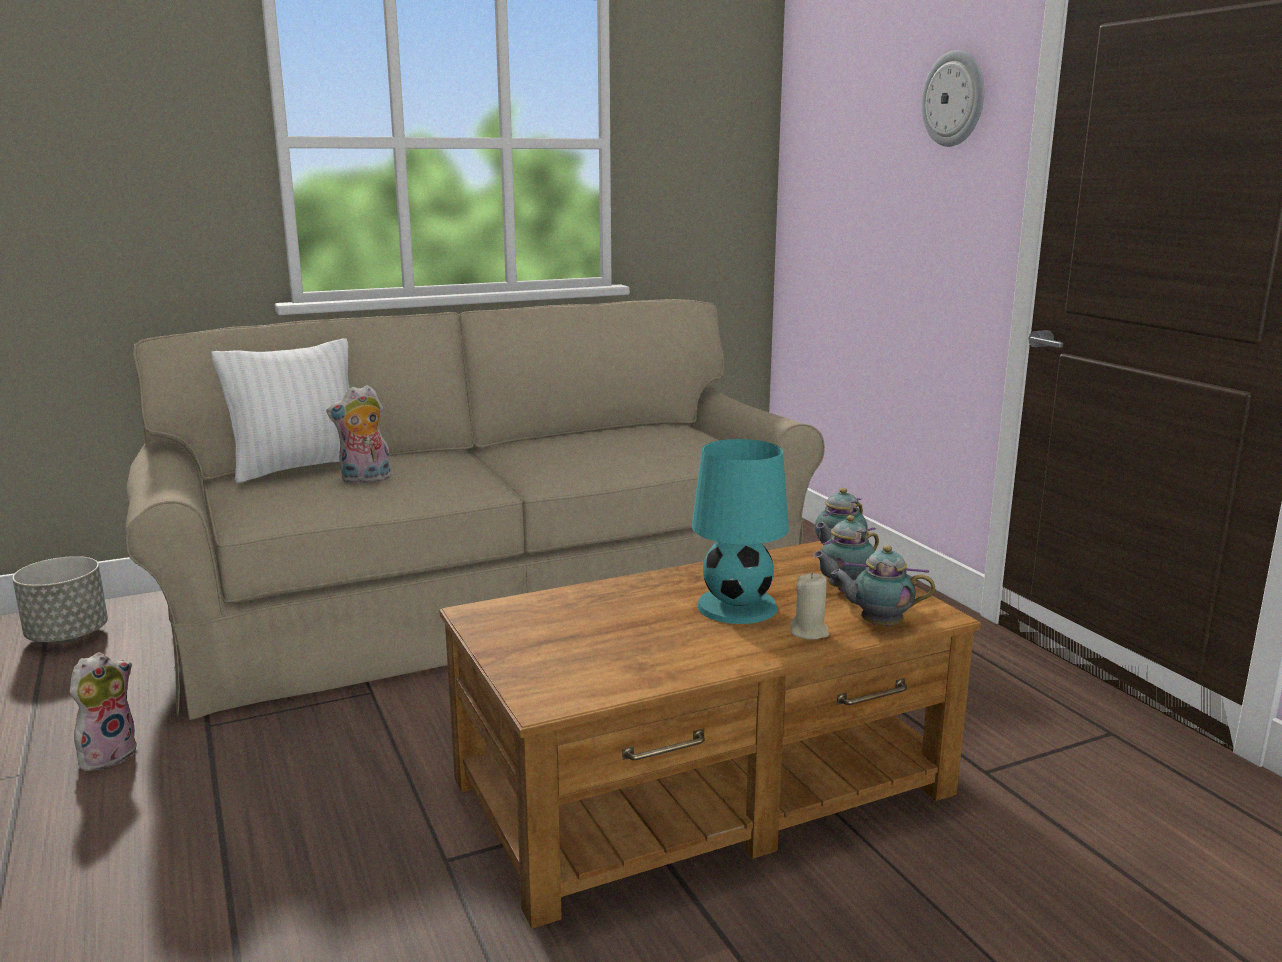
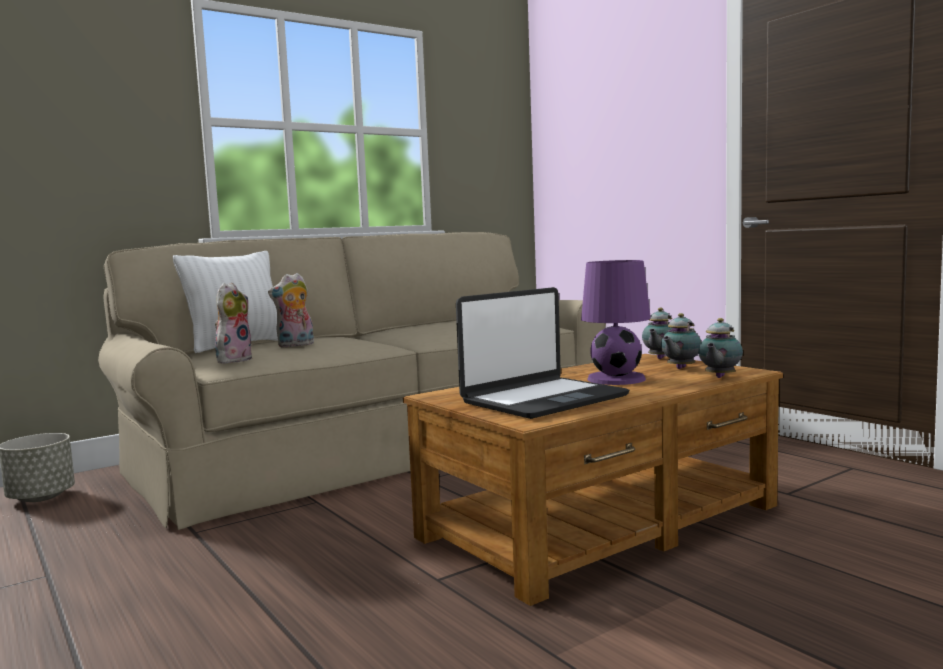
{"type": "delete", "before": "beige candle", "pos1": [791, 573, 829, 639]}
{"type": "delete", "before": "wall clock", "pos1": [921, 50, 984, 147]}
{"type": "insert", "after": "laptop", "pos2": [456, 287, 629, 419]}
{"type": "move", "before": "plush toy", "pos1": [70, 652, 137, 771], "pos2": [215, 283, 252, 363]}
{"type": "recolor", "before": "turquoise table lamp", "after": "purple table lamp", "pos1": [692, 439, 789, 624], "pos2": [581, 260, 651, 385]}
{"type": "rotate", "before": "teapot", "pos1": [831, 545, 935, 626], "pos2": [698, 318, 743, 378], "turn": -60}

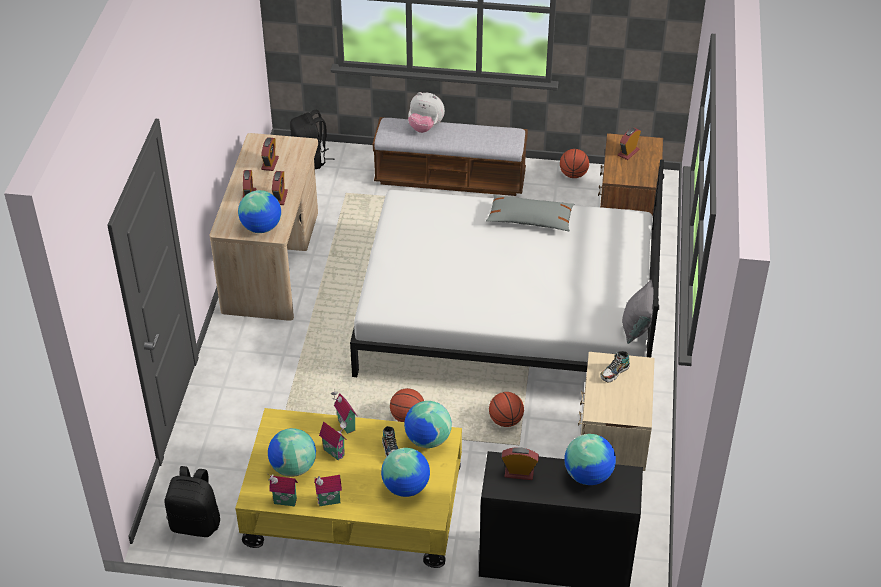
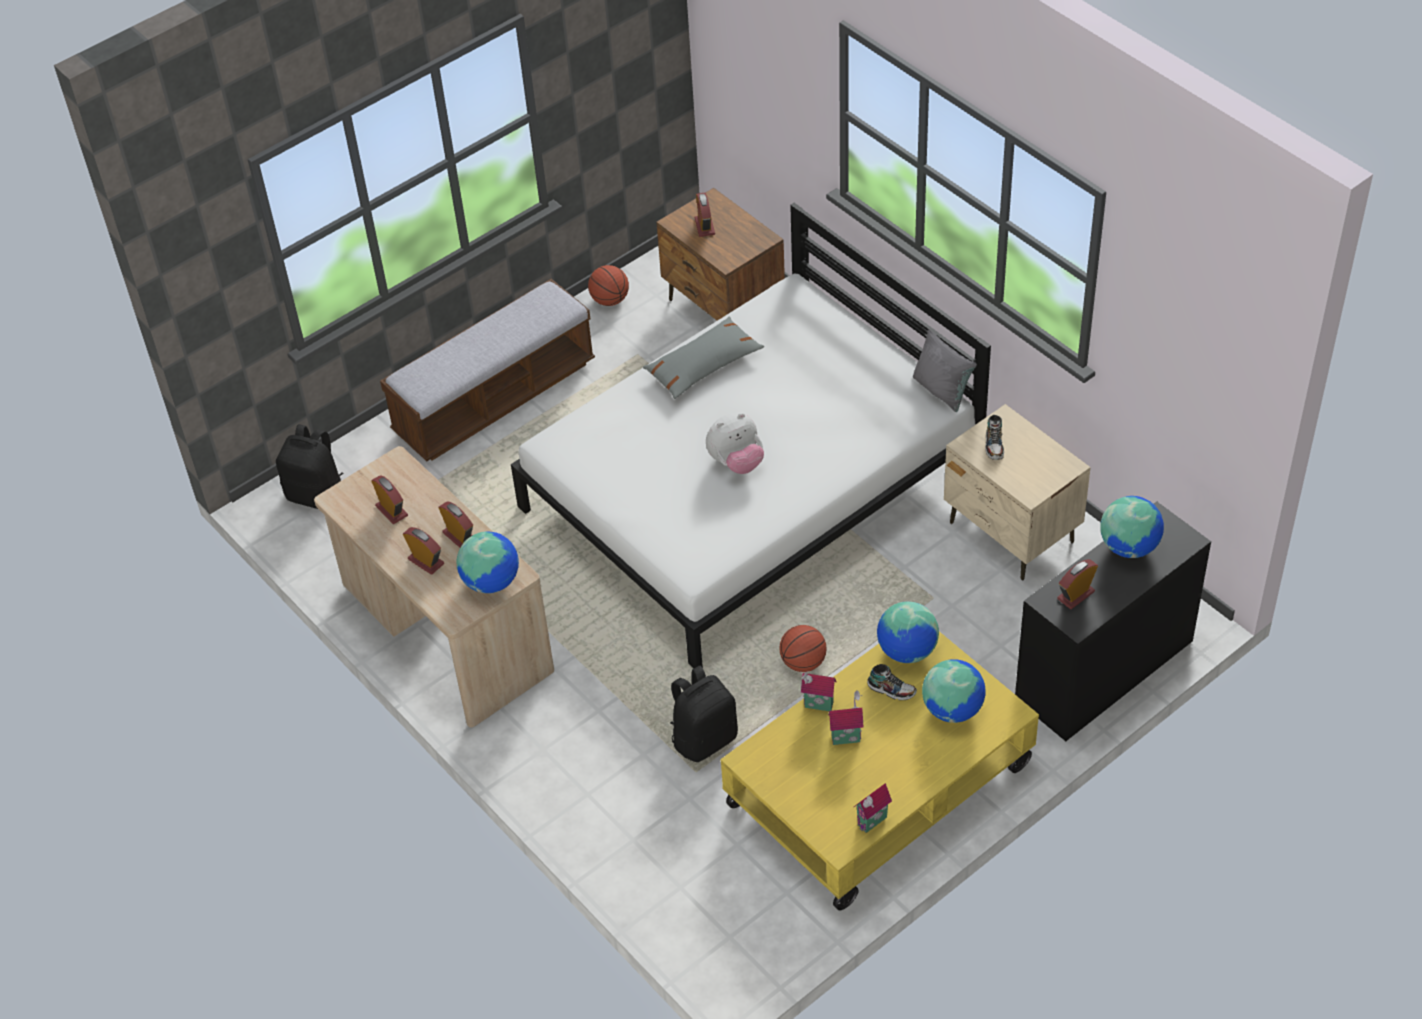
{"type": "delete", "before": "globe", "pos1": [268, 428, 316, 477]}
{"type": "delete", "before": "toy house", "pos1": [314, 475, 342, 506]}
{"type": "delete", "before": "basketball", "pos1": [489, 392, 524, 427]}
{"type": "move", "before": "black backpack", "pos1": [164, 466, 220, 537], "pos2": [670, 666, 738, 762]}
{"type": "move", "before": "plush toy", "pos1": [408, 92, 445, 133], "pos2": [706, 413, 764, 474]}

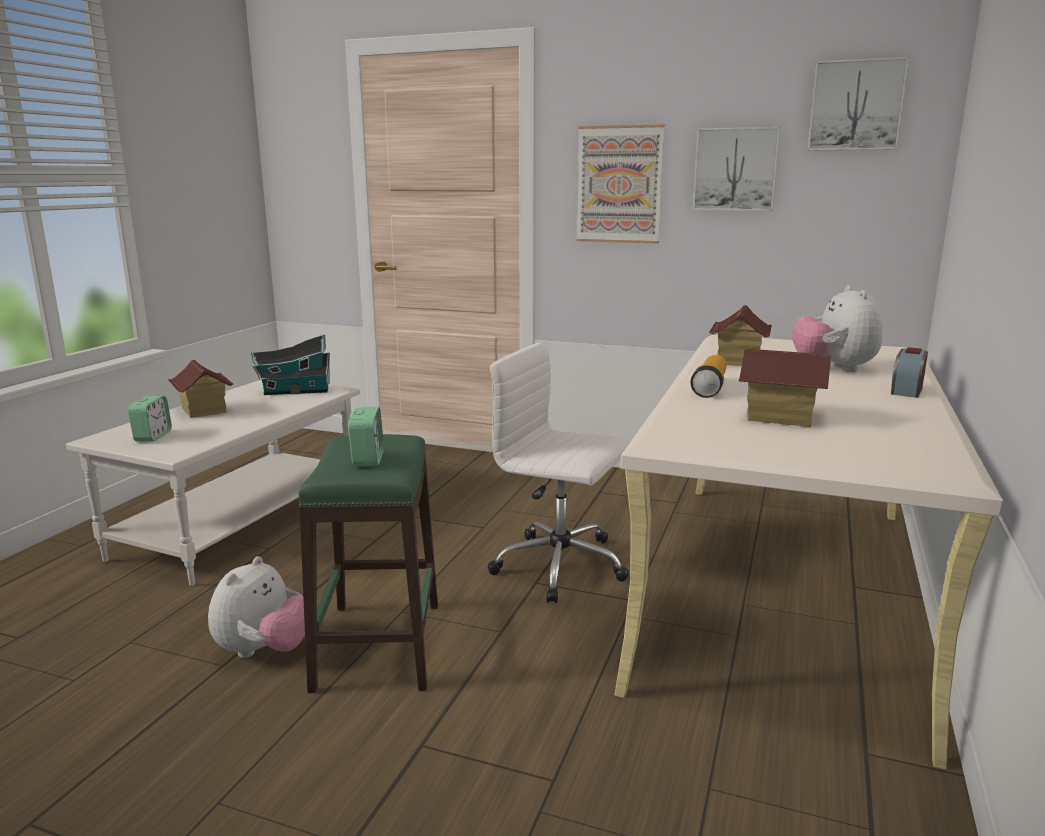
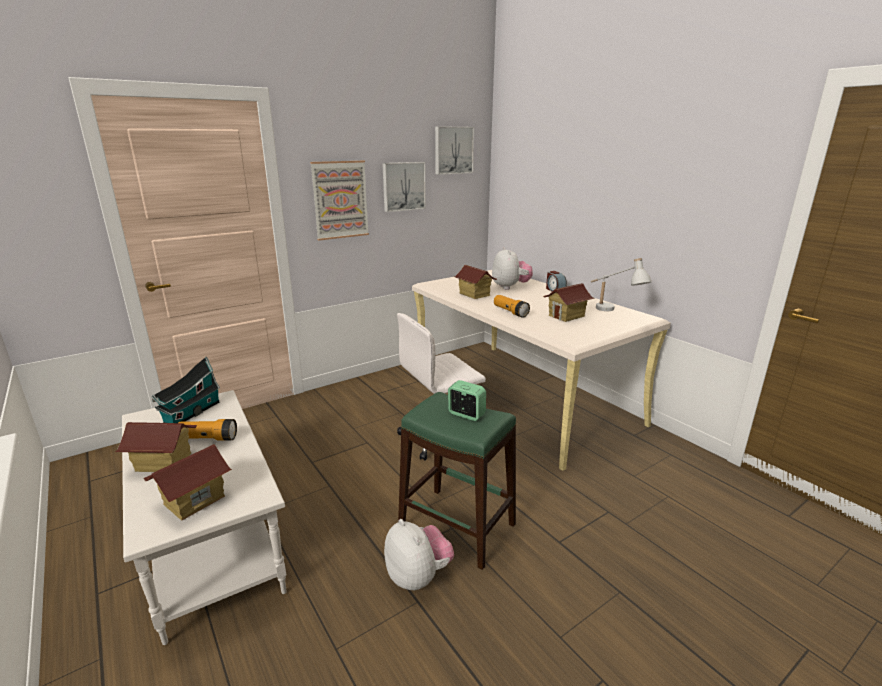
{"type": "insert", "after": "flashlight", "pos2": [178, 419, 237, 441]}
{"type": "insert", "after": "white table lamp", "pos2": [591, 258, 651, 311]}
{"type": "replace", "before": "alarm clock", "after": "toy house", "pos1": [128, 396, 172, 442], "pos2": [143, 444, 232, 521]}
{"type": "rotate", "before": "plush toy", "pos1": [792, 285, 883, 372], "pos2": [492, 247, 533, 290], "turn": -135}

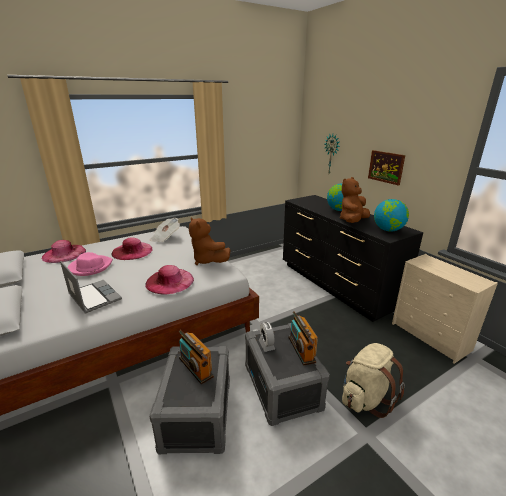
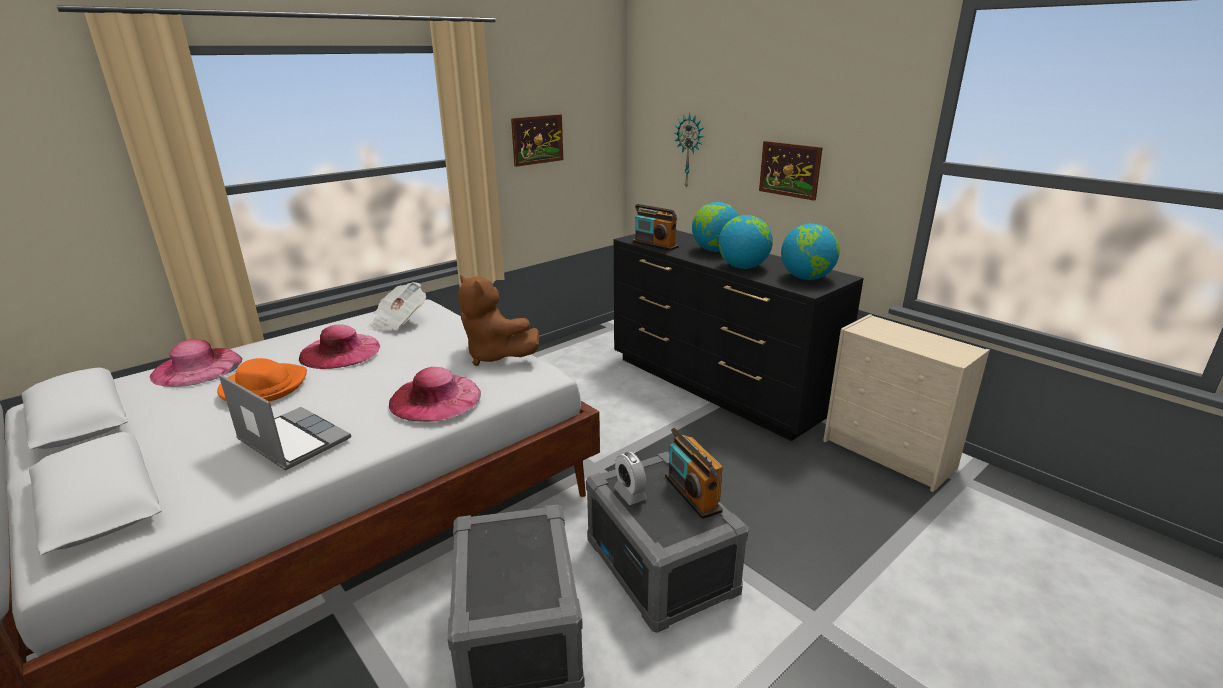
{"type": "delete", "before": "beige backpack", "pos1": [342, 343, 405, 418]}
{"type": "insert", "after": "picture", "pos2": [511, 114, 563, 167]}
{"type": "move", "before": "radio", "pos1": [179, 330, 214, 384], "pos2": [633, 204, 679, 251]}
{"type": "replace", "before": "brown plush toy", "after": "globe", "pos1": [340, 177, 370, 223], "pos2": [718, 215, 773, 269]}
{"type": "recolor", "before": "pink hat", "after": "orange hat", "pos1": [68, 252, 113, 276], "pos2": [217, 358, 307, 402]}

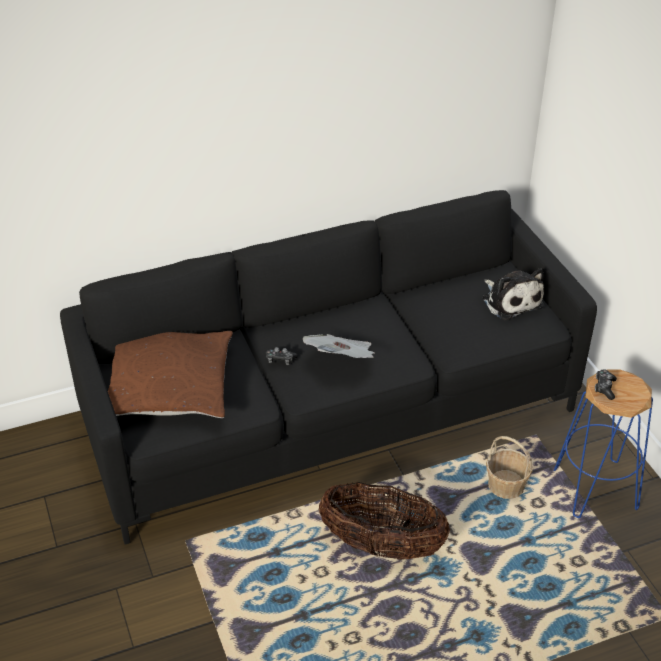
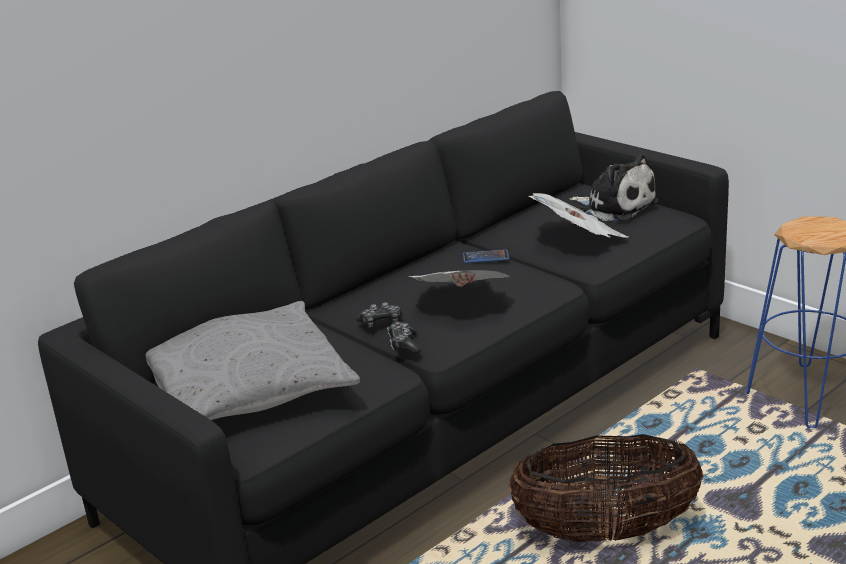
{"type": "delete", "before": "basket", "pos1": [486, 436, 533, 499]}
{"type": "insert", "after": "phone", "pos2": [463, 249, 510, 263]}
{"type": "insert", "after": "newspaper", "pos2": [528, 193, 629, 238]}
{"type": "move", "before": "game controller", "pos1": [595, 369, 617, 400], "pos2": [387, 322, 421, 354]}
{"type": "recolor", "before": "brown pillow", "after": "grey pillow", "pos1": [108, 331, 233, 418], "pos2": [146, 301, 360, 420]}

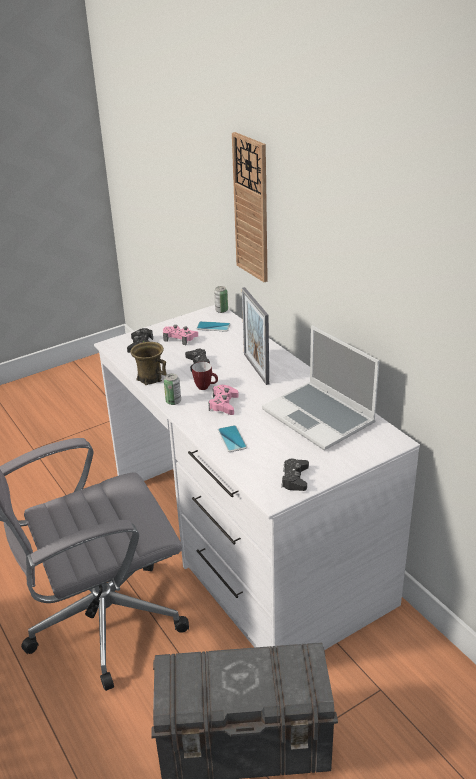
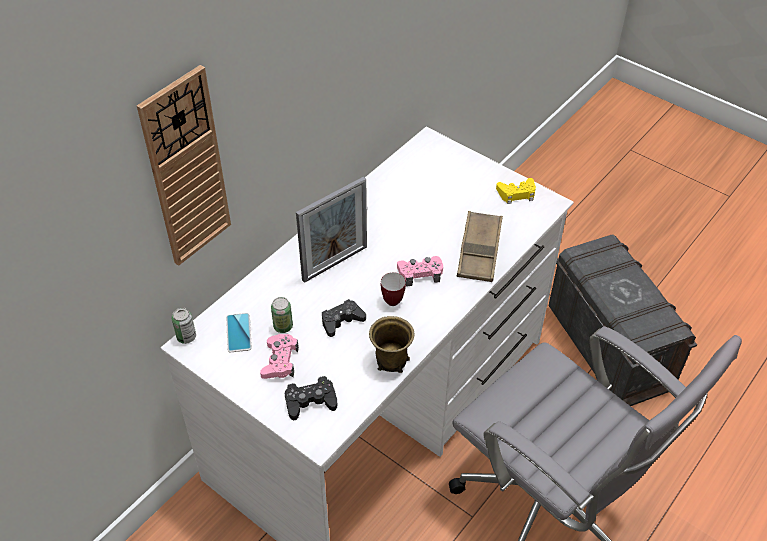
{"type": "delete", "before": "laptop", "pos1": [262, 326, 379, 450]}
{"type": "move", "before": "can", "pos1": [164, 373, 181, 405], "pos2": [271, 297, 293, 333]}
{"type": "replace", "before": "phone", "after": "brown tray", "pos1": [218, 425, 247, 452], "pos2": [457, 211, 503, 282]}
{"type": "recolor", "before": "black game controller", "after": "yellow game controller", "pos1": [281, 459, 309, 491], "pos2": [496, 178, 536, 204]}

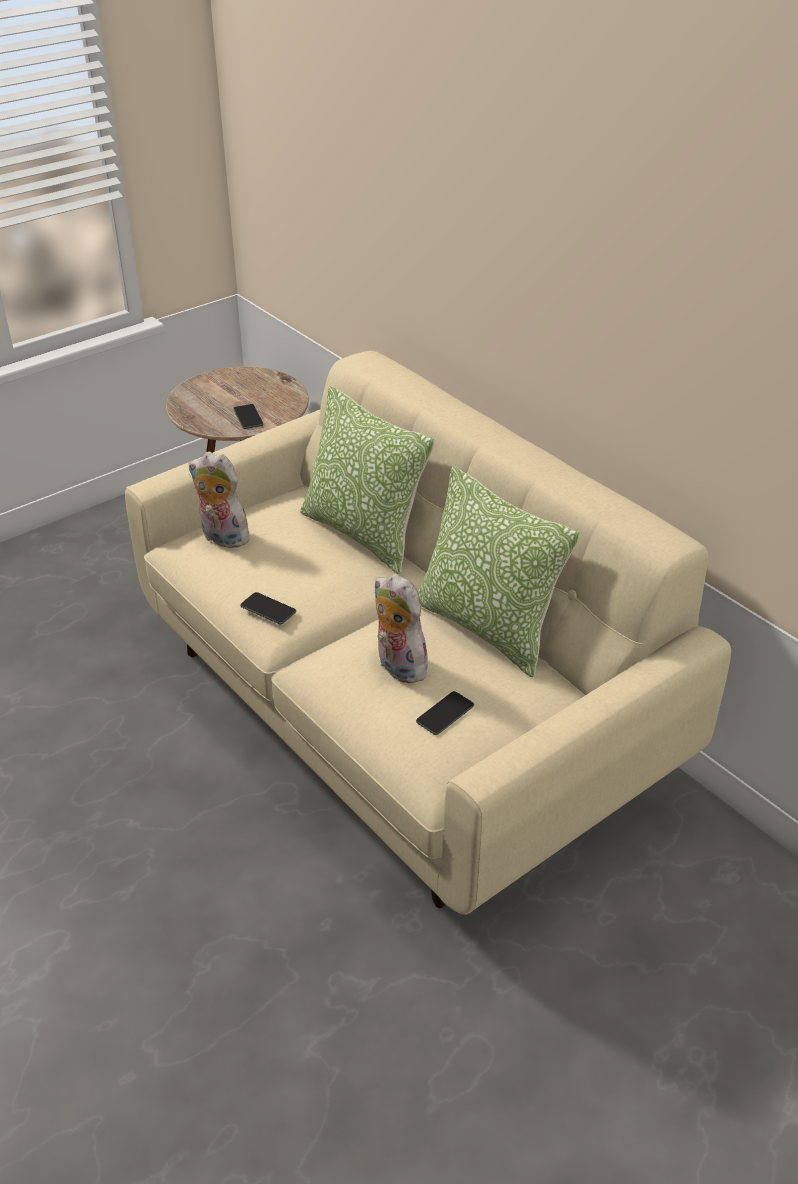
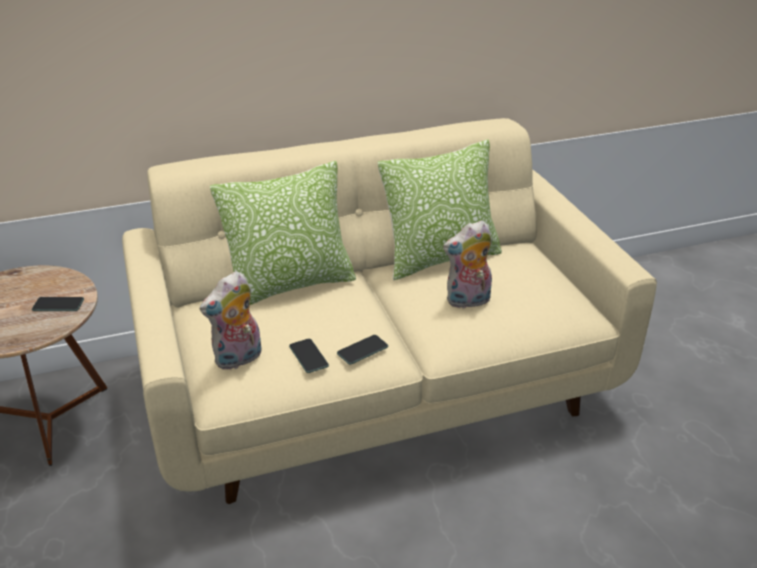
{"type": "move", "before": "phone", "pos1": [416, 691, 474, 735], "pos2": [289, 339, 329, 373]}

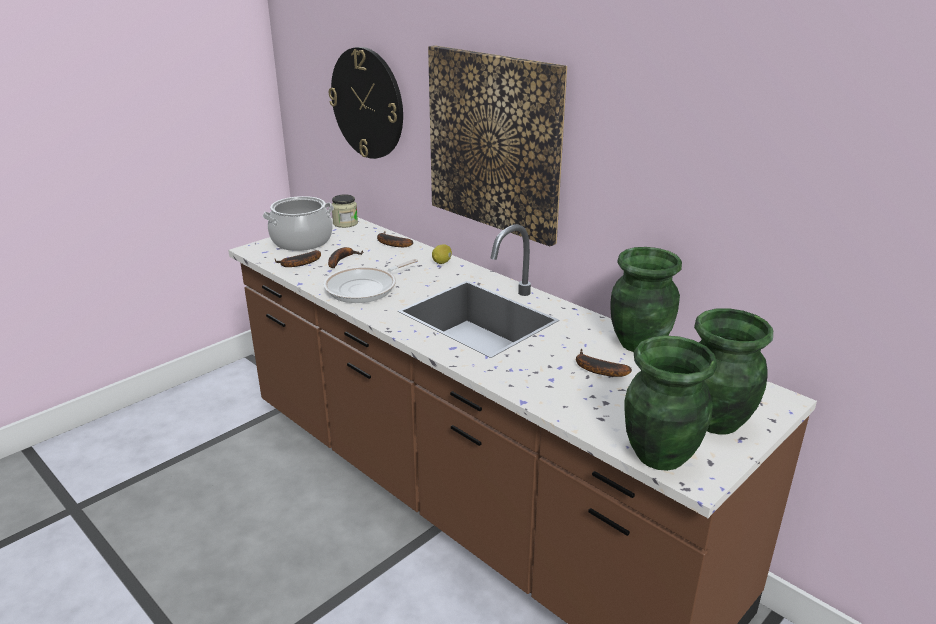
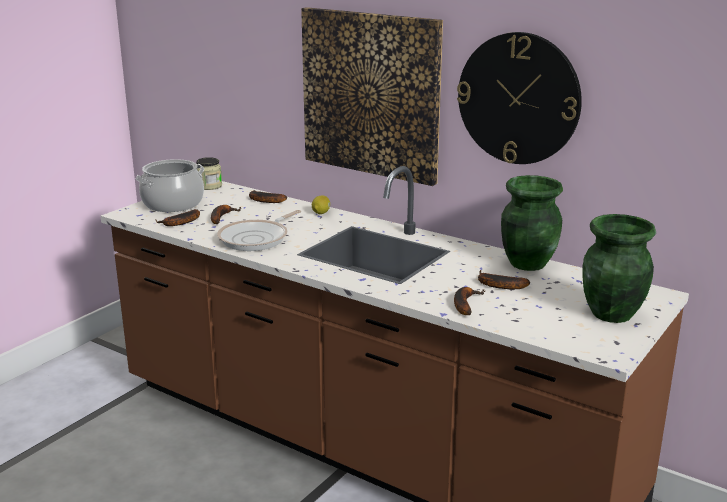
{"type": "delete", "before": "green vase", "pos1": [625, 335, 717, 471]}
{"type": "insert", "after": "banana", "pos2": [454, 287, 485, 315]}
{"type": "move", "before": "wall clock", "pos1": [329, 47, 403, 159], "pos2": [457, 32, 582, 164]}

